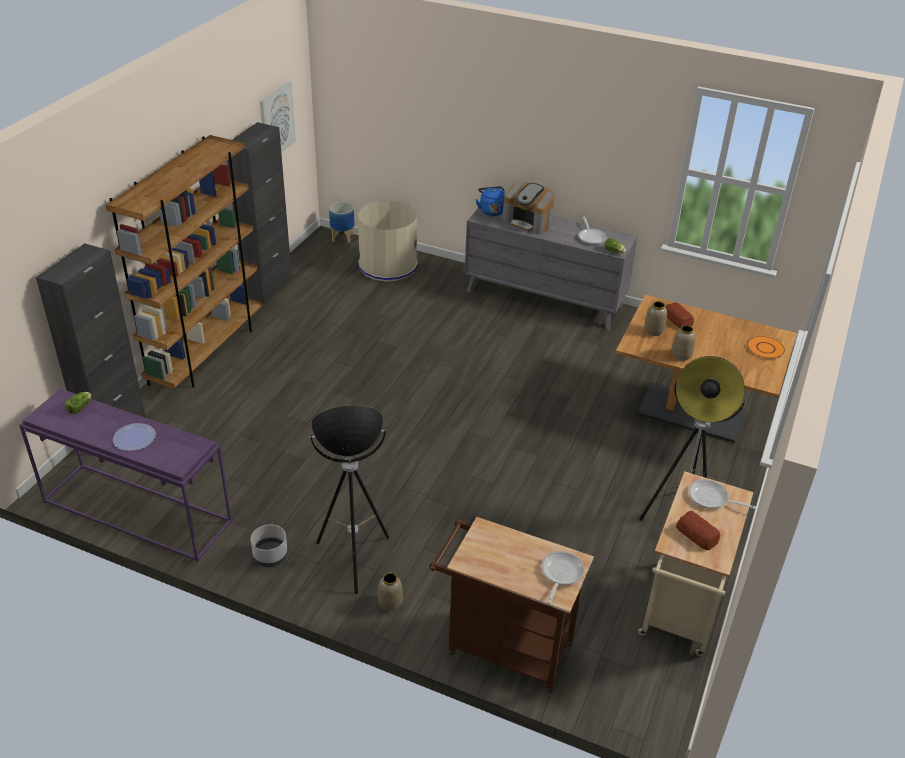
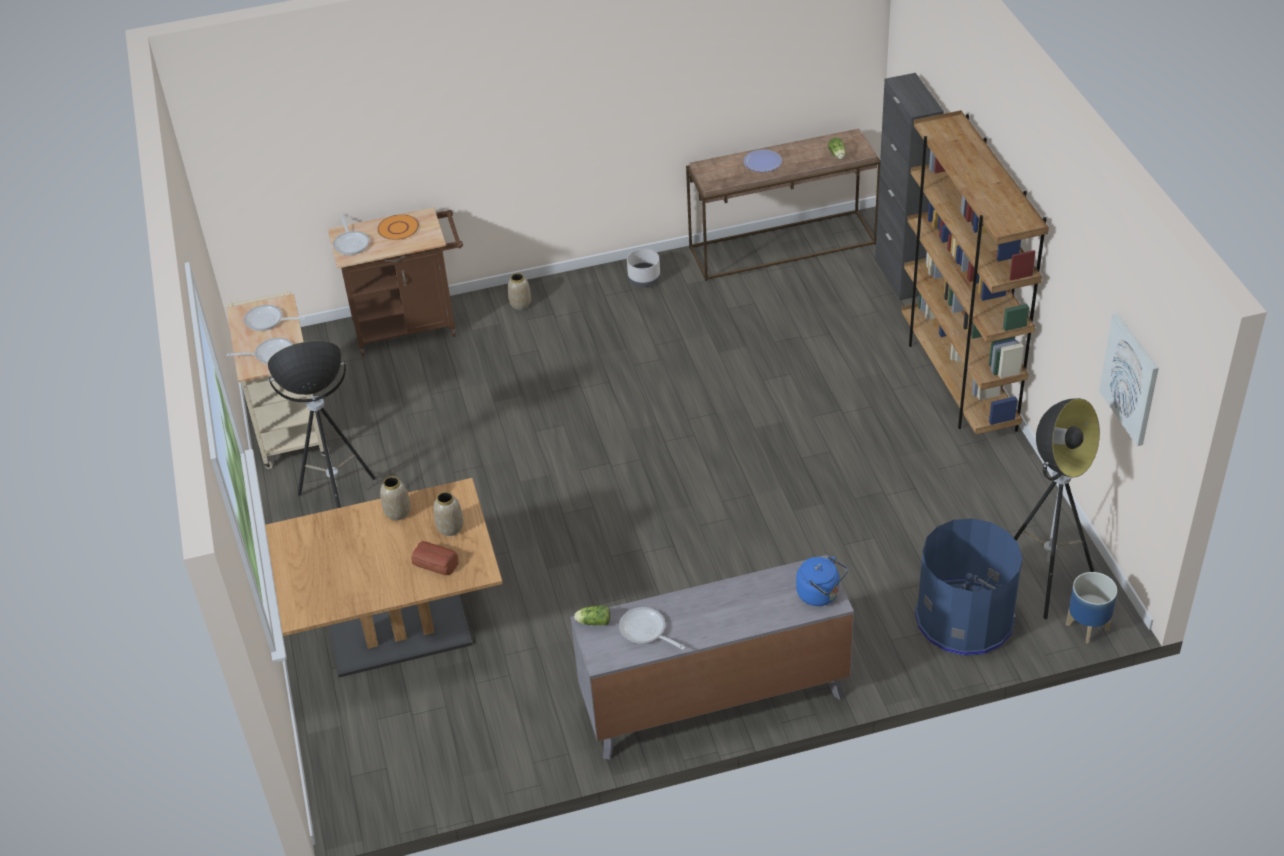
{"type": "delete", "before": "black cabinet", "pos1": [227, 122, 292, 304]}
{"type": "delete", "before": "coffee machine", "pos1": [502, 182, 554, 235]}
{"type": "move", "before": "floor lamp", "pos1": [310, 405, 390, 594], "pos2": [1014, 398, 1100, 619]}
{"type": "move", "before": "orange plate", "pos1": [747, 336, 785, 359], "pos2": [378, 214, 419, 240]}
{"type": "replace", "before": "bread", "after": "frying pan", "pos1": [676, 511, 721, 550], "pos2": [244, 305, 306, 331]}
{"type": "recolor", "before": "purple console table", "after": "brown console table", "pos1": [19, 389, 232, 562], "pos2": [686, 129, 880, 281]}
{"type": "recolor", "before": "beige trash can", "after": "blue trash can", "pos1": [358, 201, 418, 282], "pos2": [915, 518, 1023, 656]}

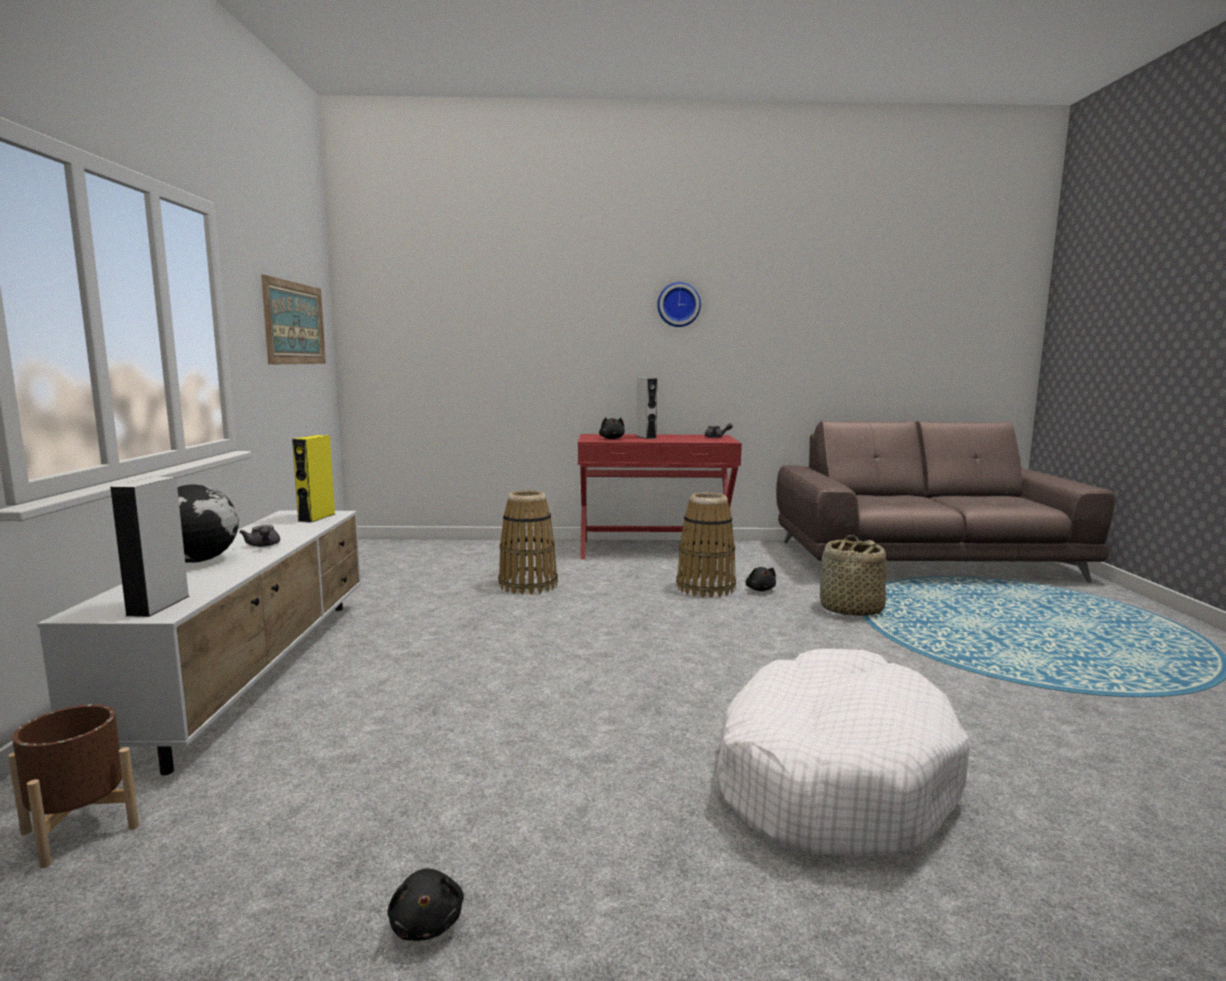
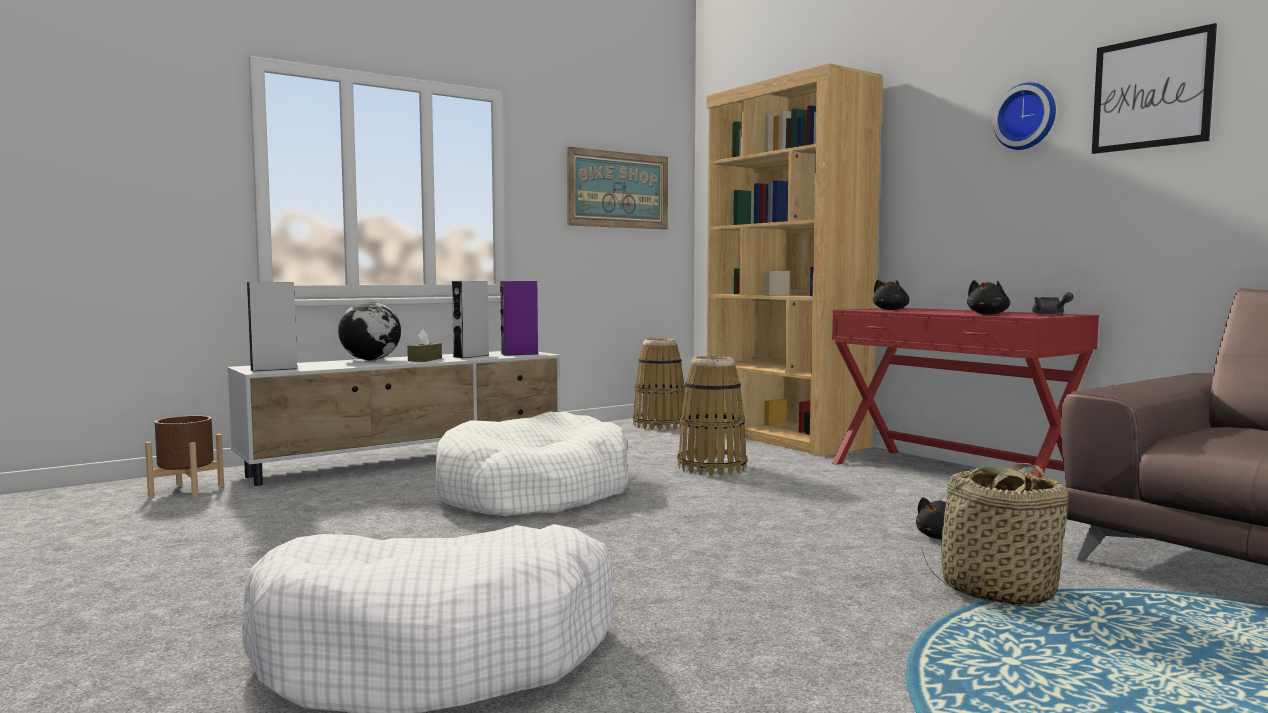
{"type": "insert", "after": "white dog bed", "pos2": [435, 411, 628, 516]}
{"type": "insert", "after": "brown bookcase", "pos2": [706, 63, 882, 457]}
{"type": "insert", "after": "picture", "pos2": [1092, 23, 1217, 154]}
{"type": "move", "before": "black plush toy", "pos1": [387, 869, 464, 941], "pos2": [967, 280, 1010, 315]}
{"type": "move", "before": "grey speaker", "pos1": [636, 378, 657, 439], "pos2": [452, 281, 490, 358]}
{"type": "move", "before": "basket", "pos1": [676, 492, 736, 598], "pos2": [633, 338, 685, 430]}
{"type": "replace", "before": "grey teapot", "after": "brown tissue box", "pos1": [239, 525, 280, 547], "pos2": [407, 329, 442, 362]}
{"type": "recolor", "before": "yellow speaker", "after": "purple speaker", "pos1": [292, 435, 335, 523], "pos2": [500, 281, 538, 356]}

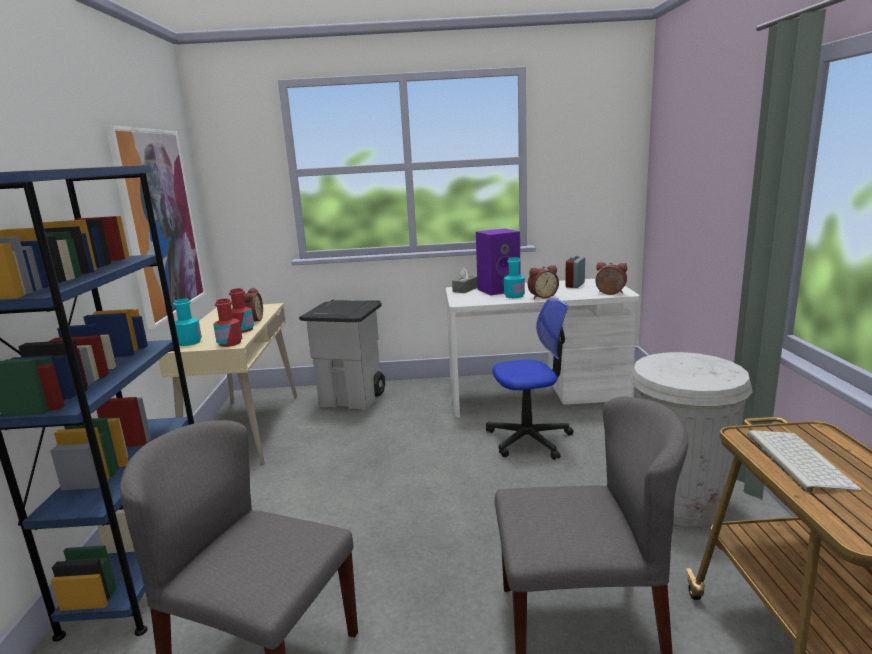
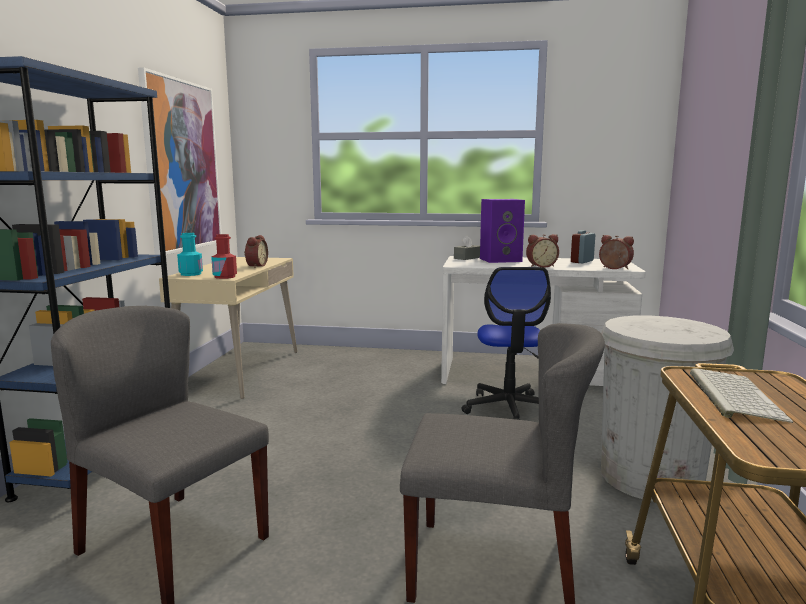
{"type": "delete", "before": "red bottle", "pos1": [229, 288, 254, 333]}
{"type": "delete", "before": "grey trash can", "pos1": [299, 300, 385, 410]}
{"type": "delete", "before": "turquoise bottle", "pos1": [504, 257, 525, 298]}
{"type": "rotate", "before": "office chair", "pos1": [486, 296, 573, 460], "pos2": [461, 267, 551, 420], "turn": 90}

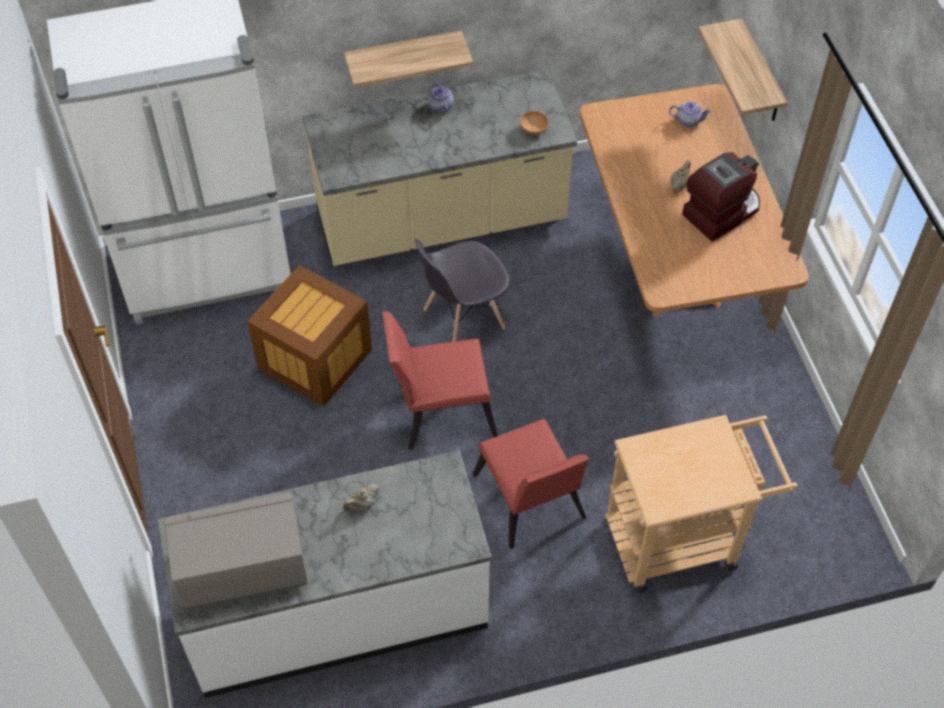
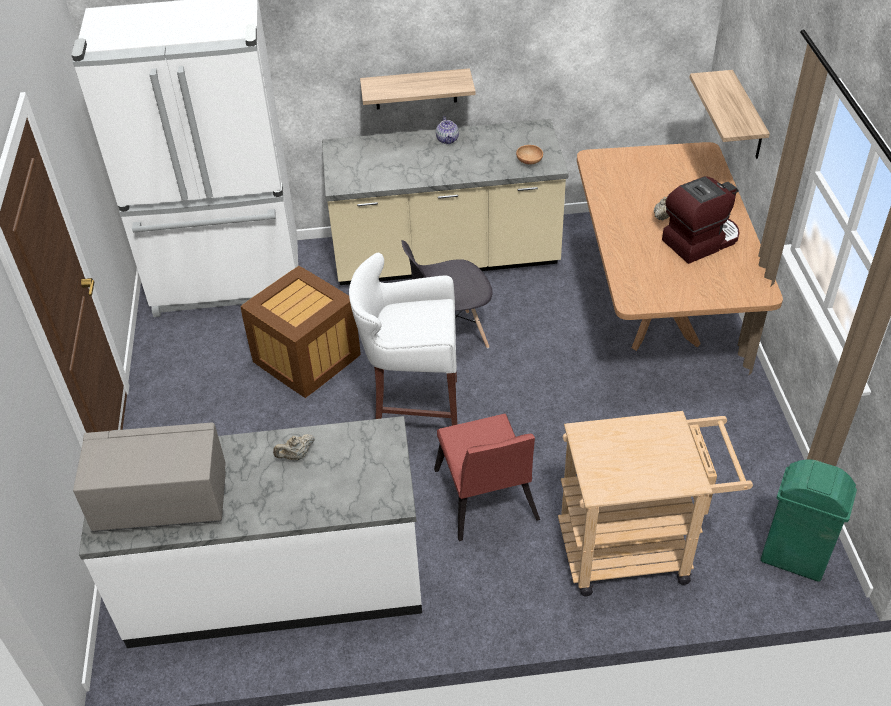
{"type": "delete", "before": "teapot", "pos1": [669, 101, 712, 127]}
{"type": "insert", "after": "green trash can", "pos2": [761, 459, 857, 582]}
{"type": "replace", "before": "red chair", "after": "white stool", "pos1": [382, 311, 498, 450], "pos2": [349, 253, 458, 426]}

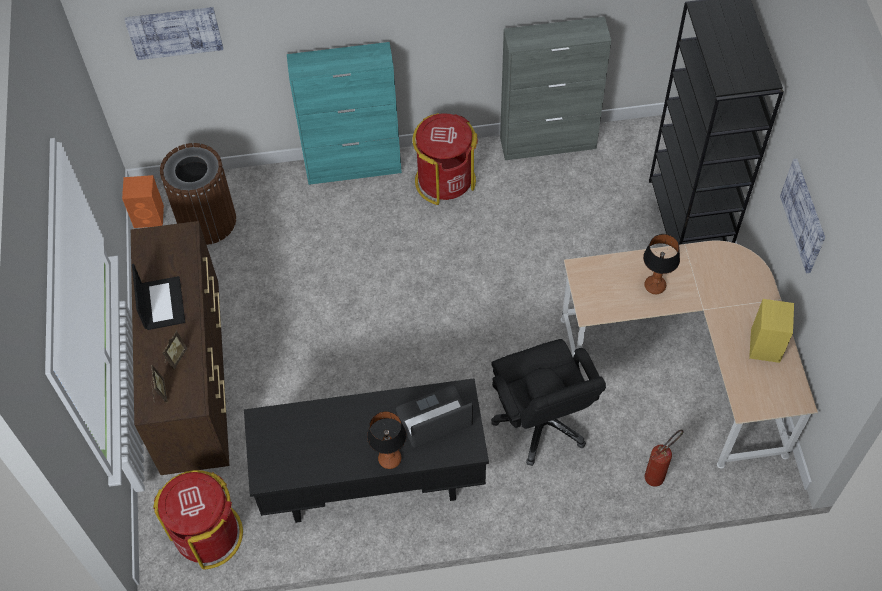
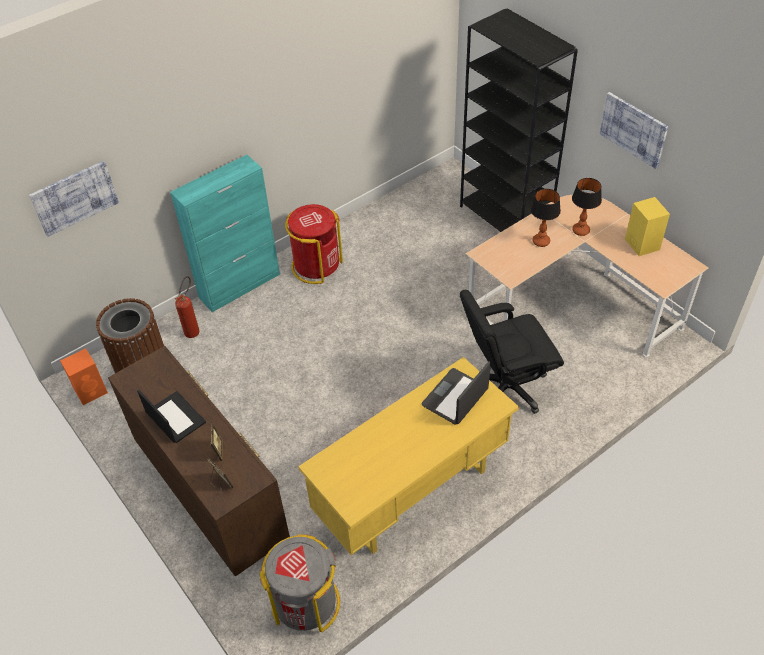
{"type": "delete", "before": "grey cabinet", "pos1": [500, 17, 611, 160]}
{"type": "move", "before": "table lamp", "pos1": [367, 411, 407, 469], "pos2": [572, 178, 602, 236]}
{"type": "move", "before": "fire extinguisher", "pos1": [645, 429, 684, 487], "pos2": [175, 276, 199, 338]}
{"type": "recolor", "before": "red trash can", "after": "grey trash can", "pos1": [153, 470, 243, 570], "pos2": [260, 534, 340, 632]}
{"type": "recolor", "before": "black desk", "after": "yellow desk", "pos1": [244, 378, 489, 523], "pos2": [298, 357, 519, 555]}
{"type": "rotate", "before": "black office chair", "pos1": [491, 339, 606, 466], "pos2": [460, 290, 564, 414], "turn": 120}

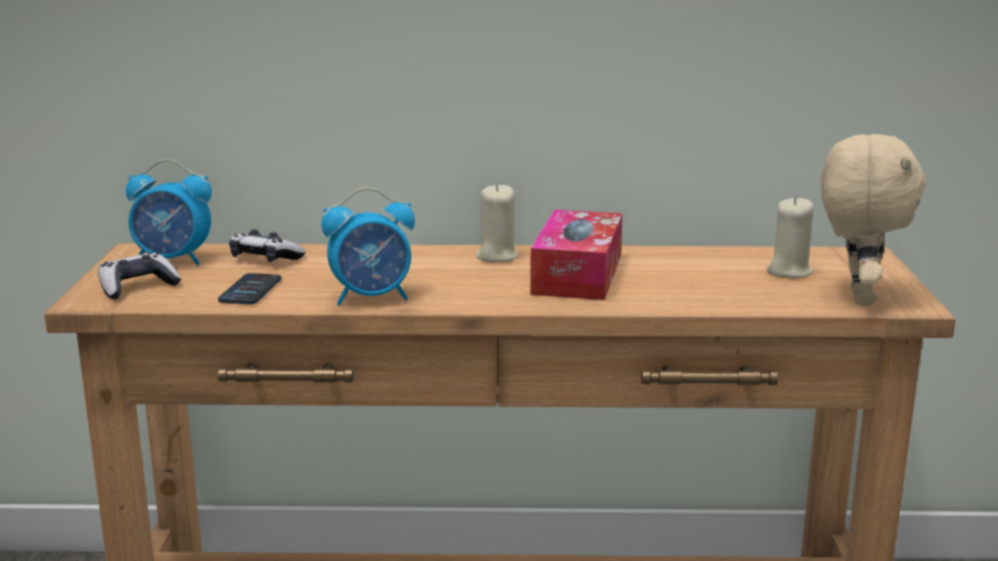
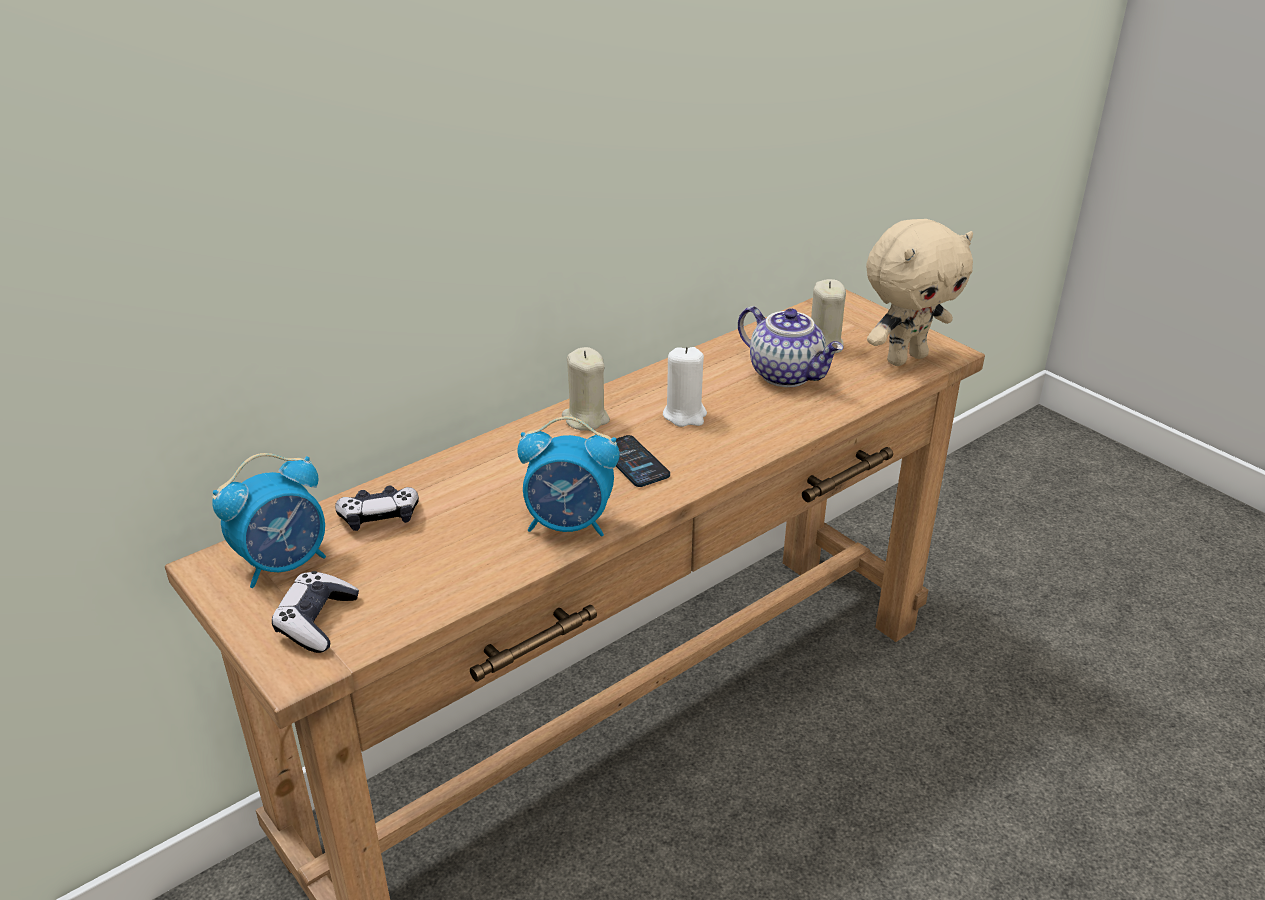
{"type": "insert", "after": "teapot", "pos2": [738, 306, 843, 387]}
{"type": "move", "before": "phone", "pos1": [218, 273, 281, 304], "pos2": [616, 435, 670, 487]}
{"type": "replace", "before": "tissue box", "after": "white candle", "pos1": [530, 210, 622, 300], "pos2": [663, 347, 707, 427]}
{"type": "rotate", "before": "alarm clock", "pos1": [321, 188, 415, 306], "pos2": [517, 416, 619, 536], "turn": 60}
{"type": "rotate", "before": "beige plush toy", "pos1": [821, 134, 926, 306], "pos2": [866, 219, 973, 366], "turn": 90}

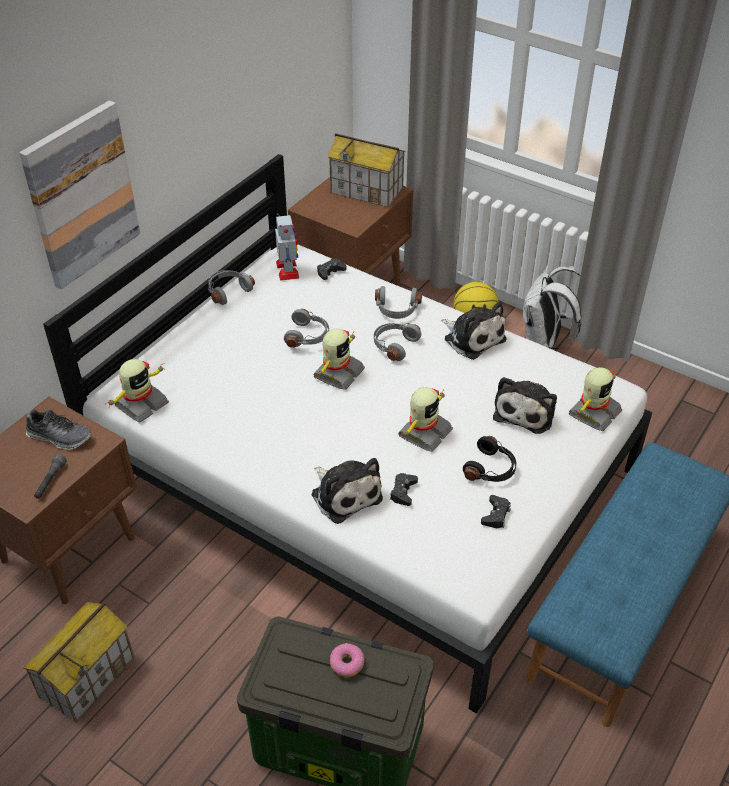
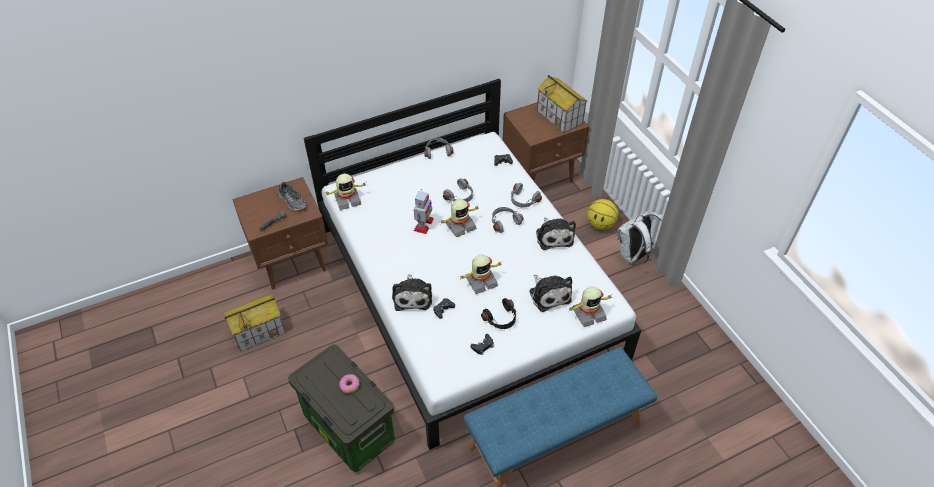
{"type": "delete", "before": "picture", "pos1": [19, 100, 140, 289]}
{"type": "move", "before": "toy robot", "pos1": [275, 213, 299, 281], "pos2": [414, 189, 434, 234]}
{"type": "rotate", "before": "plush toy", "pos1": [493, 377, 557, 434], "pos2": [529, 275, 572, 312], "turn": -75}

